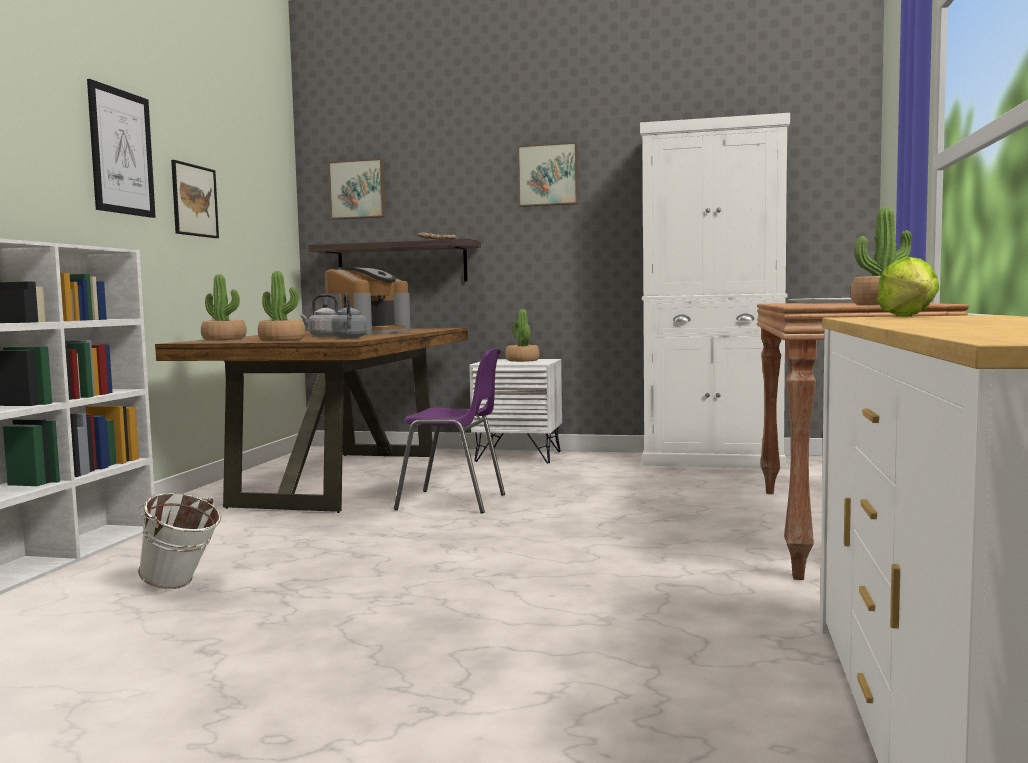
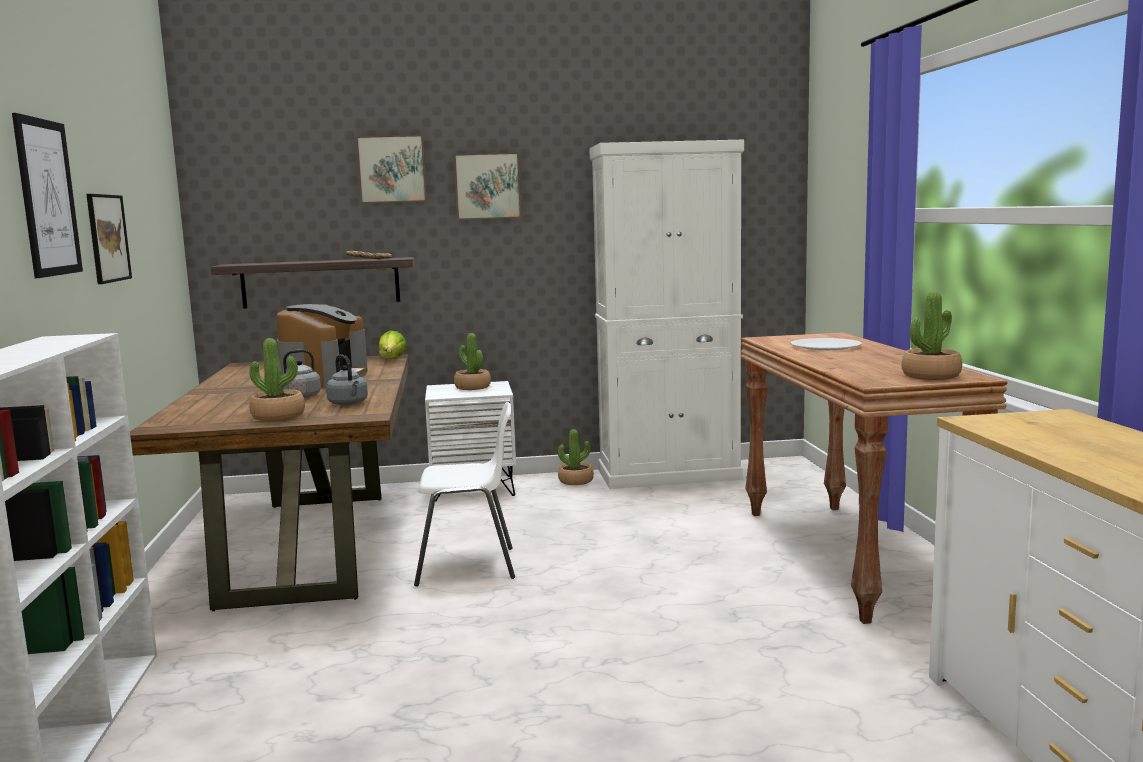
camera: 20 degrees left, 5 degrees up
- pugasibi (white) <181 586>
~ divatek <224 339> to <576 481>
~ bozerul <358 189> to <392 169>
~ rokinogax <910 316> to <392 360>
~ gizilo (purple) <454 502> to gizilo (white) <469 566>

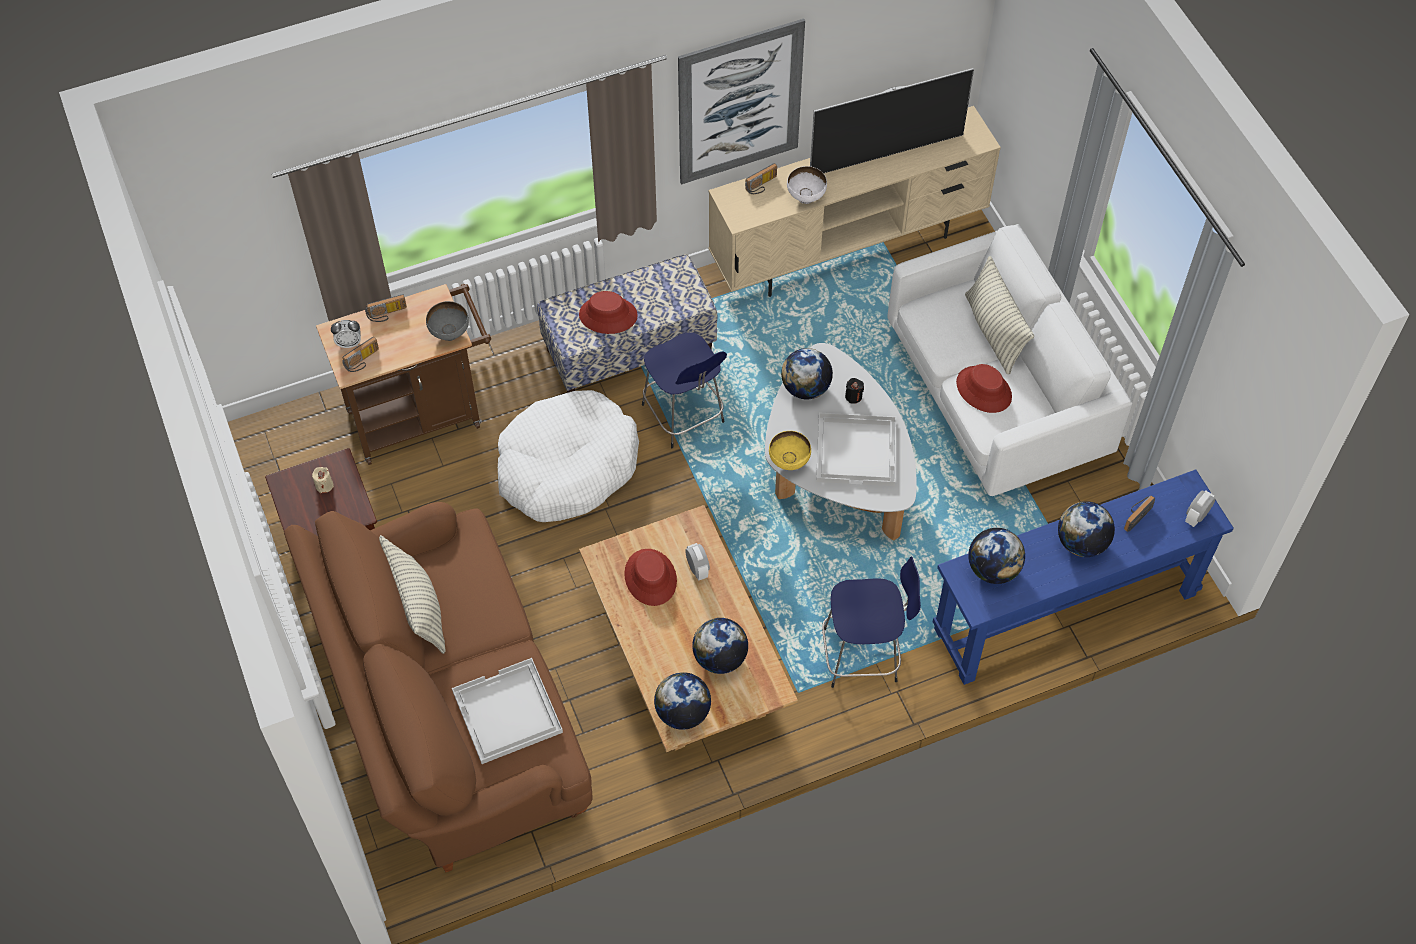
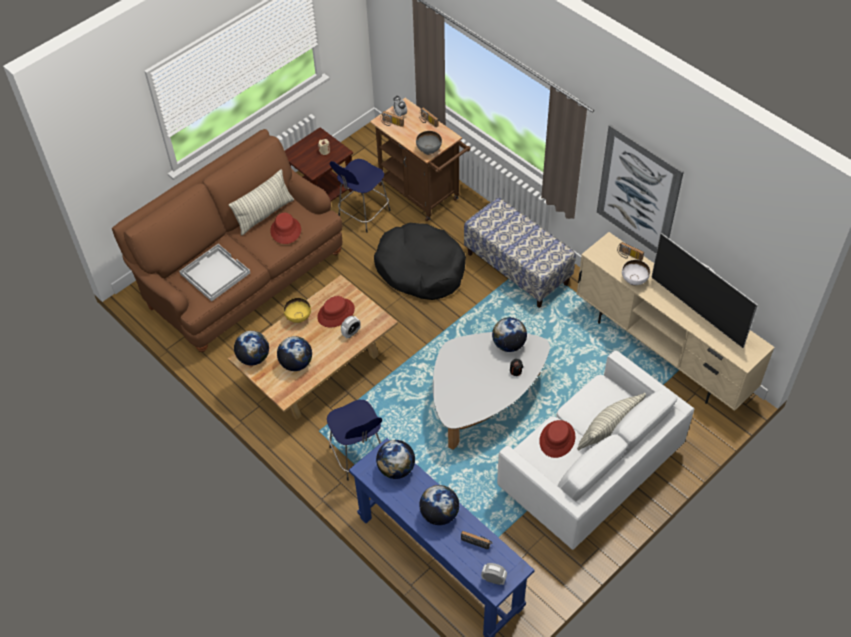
camera: 70 degrees right, 5 degrees down
- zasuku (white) <857 450>
~ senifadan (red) <608 315> to <285 230>
~ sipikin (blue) <684 416> to <363 214>
~ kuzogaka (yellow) <788 461> to <298 318>
~ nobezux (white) <567 467> to nobezux (black) <420 269>

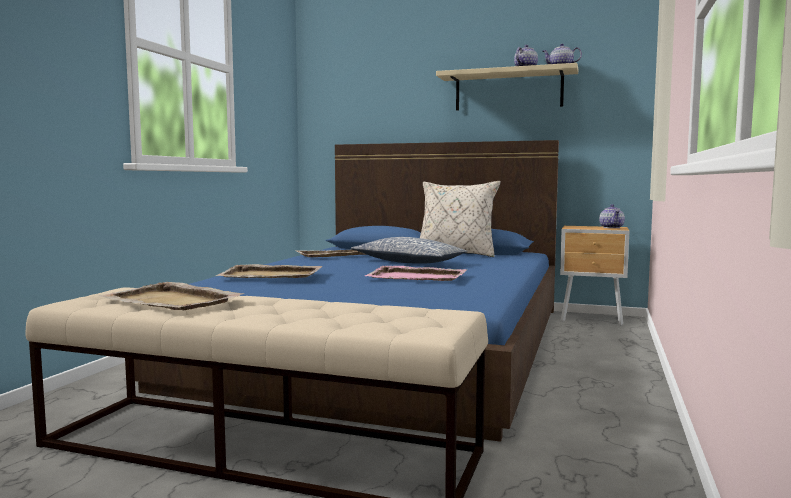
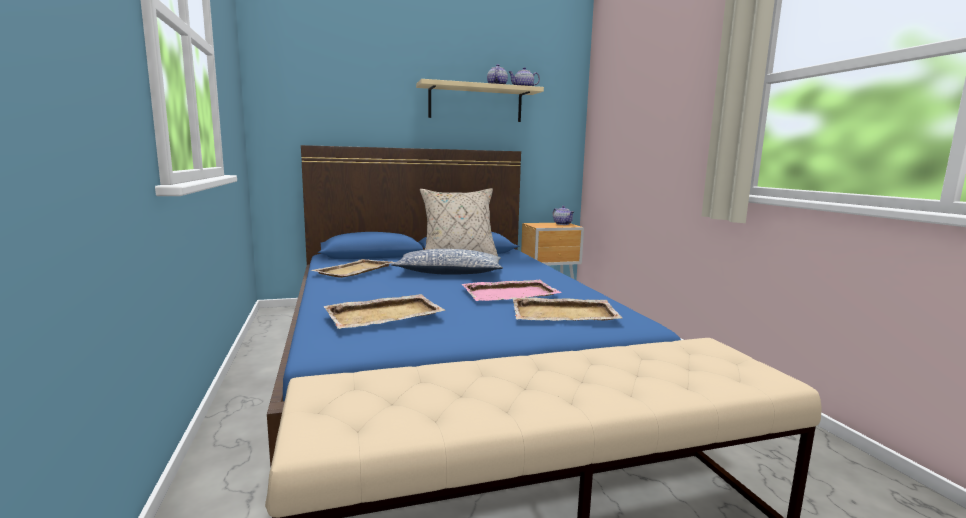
camera: 35 degrees left, 5 degrees up
~ zasuku (beige) <172 301> to <565 313>

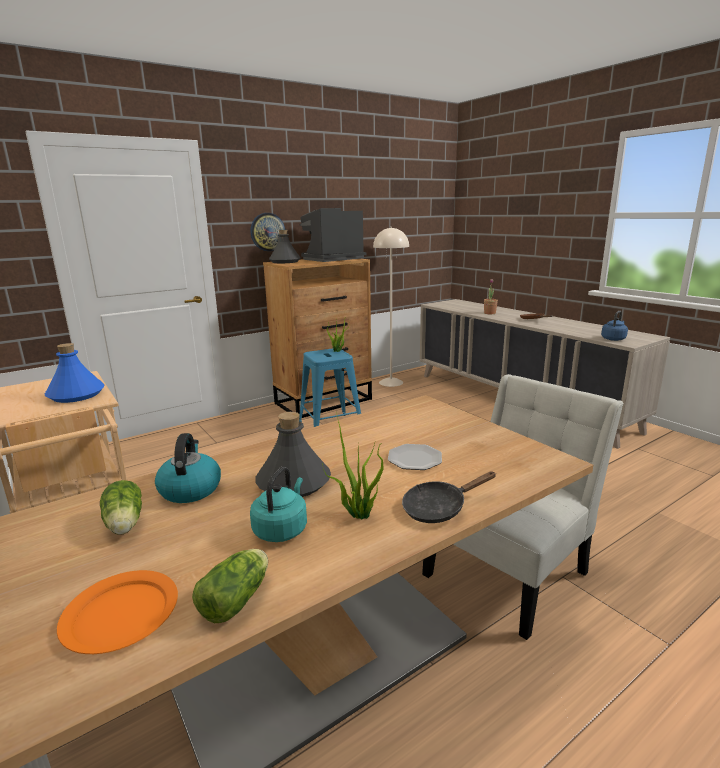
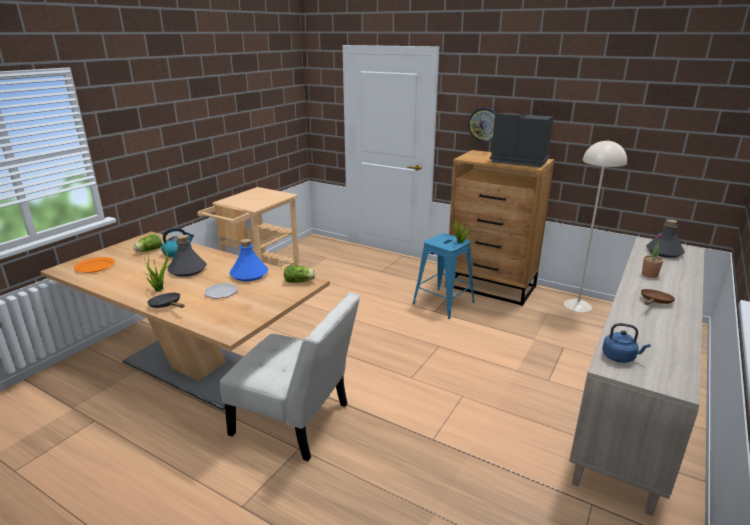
camera: 65 degrees right, 5 degrees up
- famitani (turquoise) <282 529>
~ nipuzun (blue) <76 395> to <249 275>
~ rokinogax <238 598> to <300 281>
~ nipuzun (grey) <285 262> to <664 252>

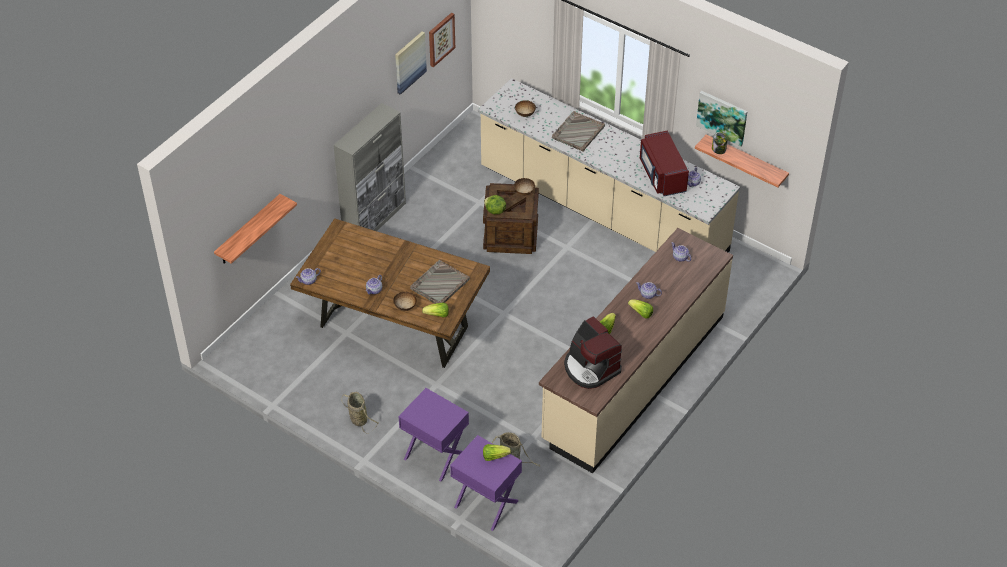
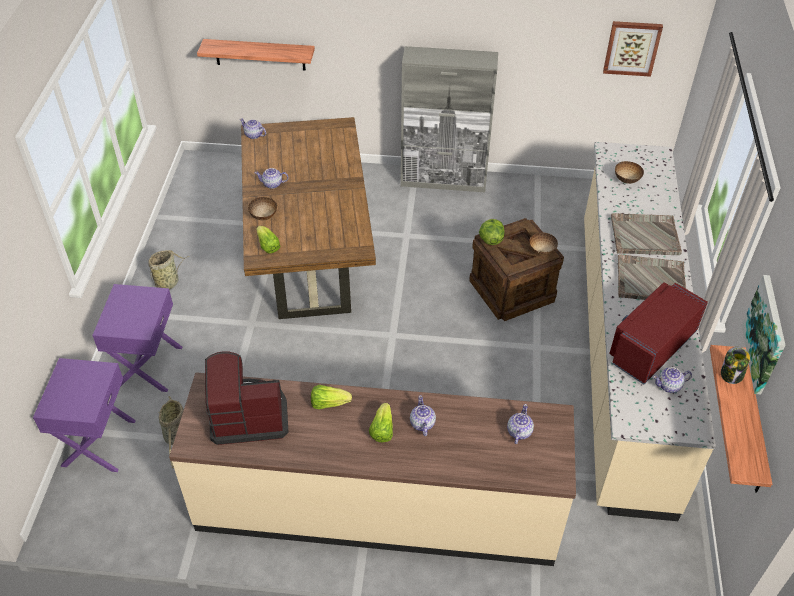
camera: 60 degrees right, 0 degrees up
- bozerul <409 62>
- rokinogax <494 456>
~ zasuku (grey) <439 284> to <650 280>
~ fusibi <590 368> = <248 415> 60 degrees clockwise

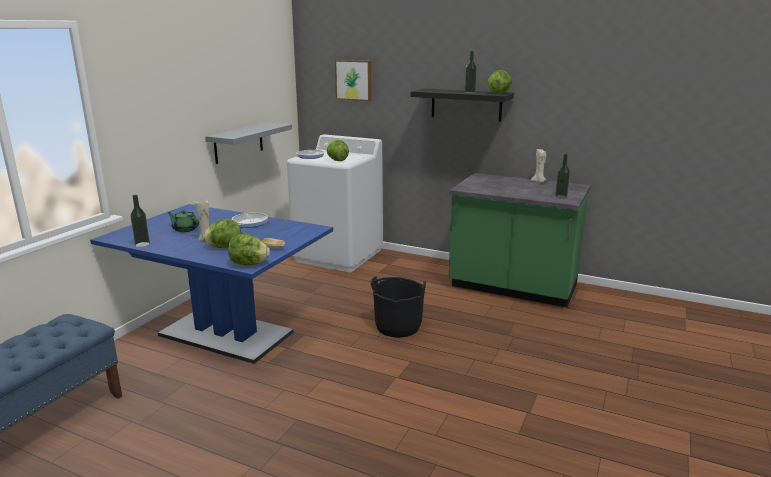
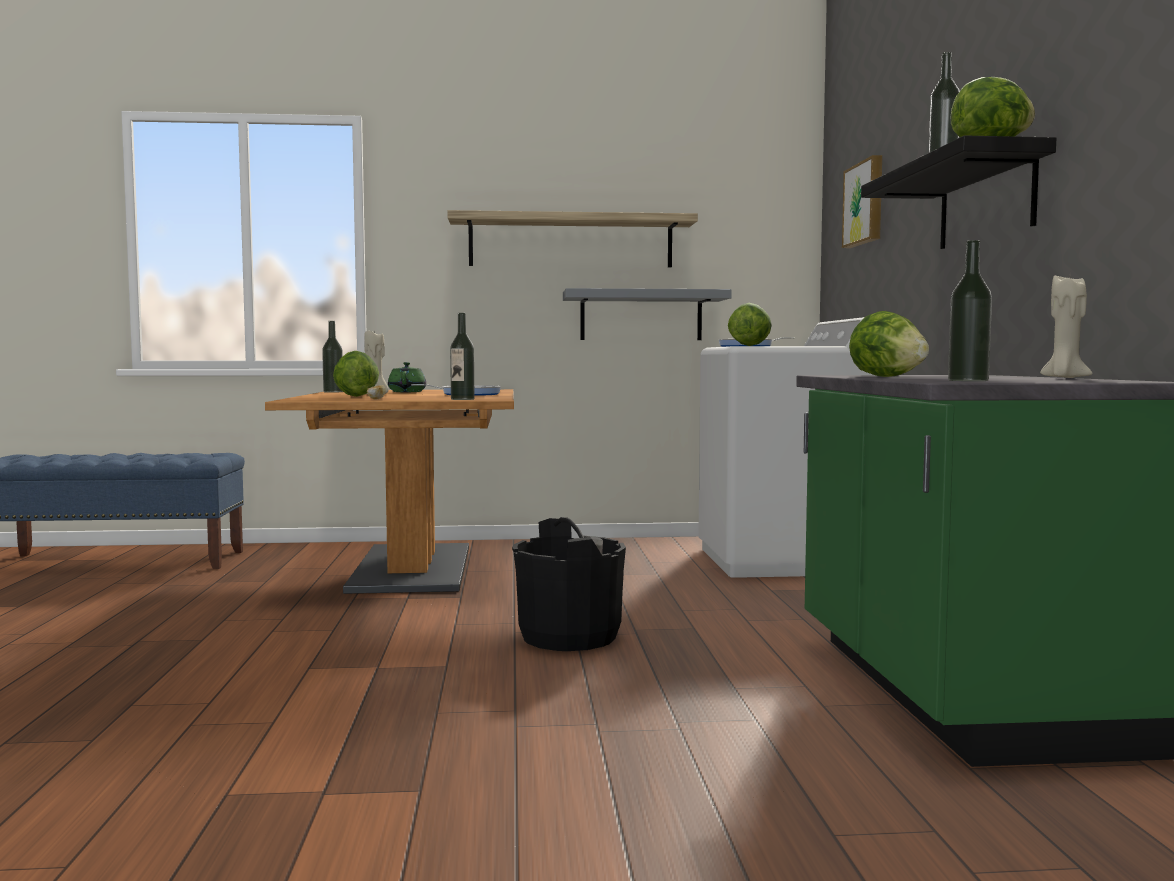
camera: 60 degrees right, 15 degrees down
+ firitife <571 242>
+ nipuzun <462 399>
~ rokinogax <249 264> to <887 376>
~ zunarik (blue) <226 334> to zunarik (brown) <412 569>

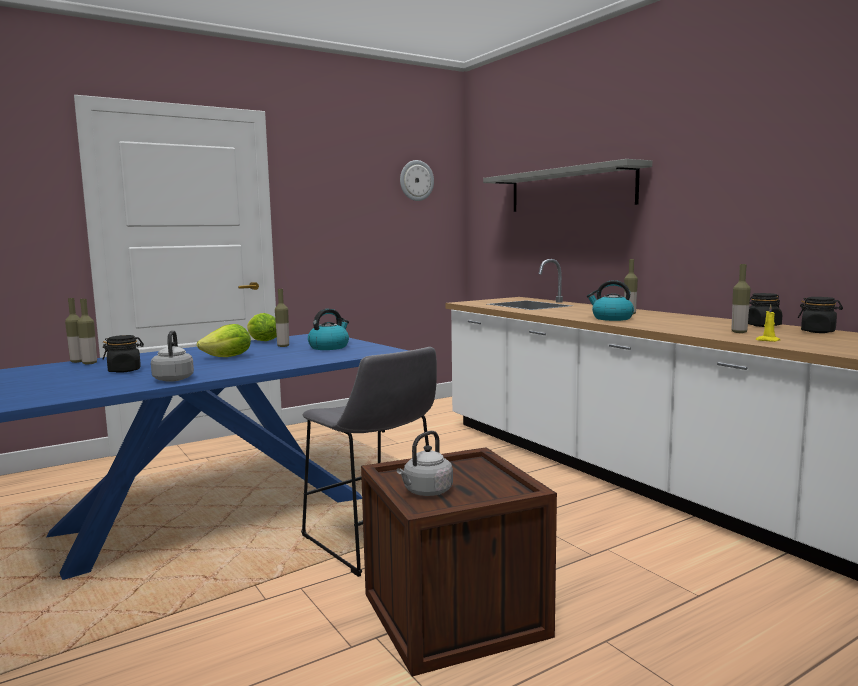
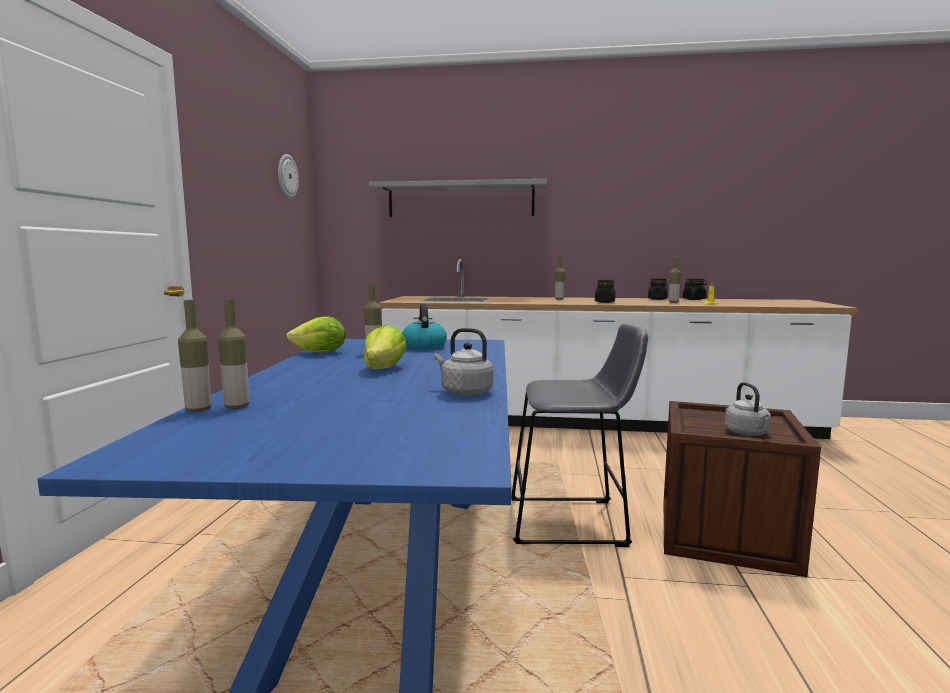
camera: 50 degrees left, 0 degrees up
- famitani <611 318>
~ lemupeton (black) <125 370> to <604 302>

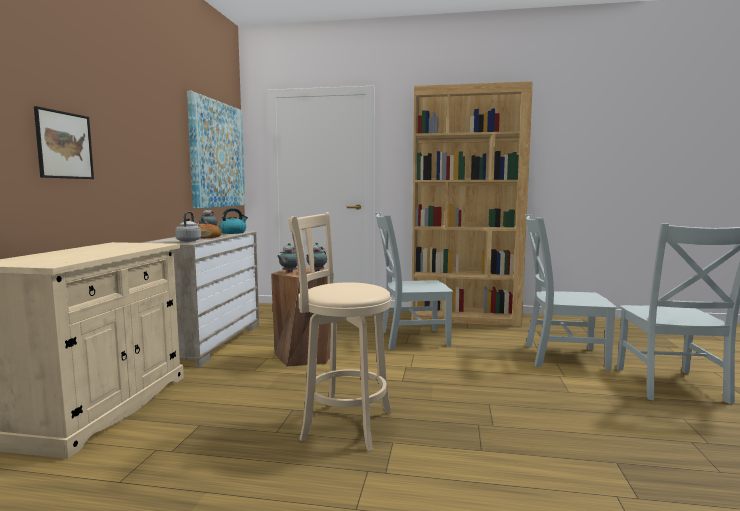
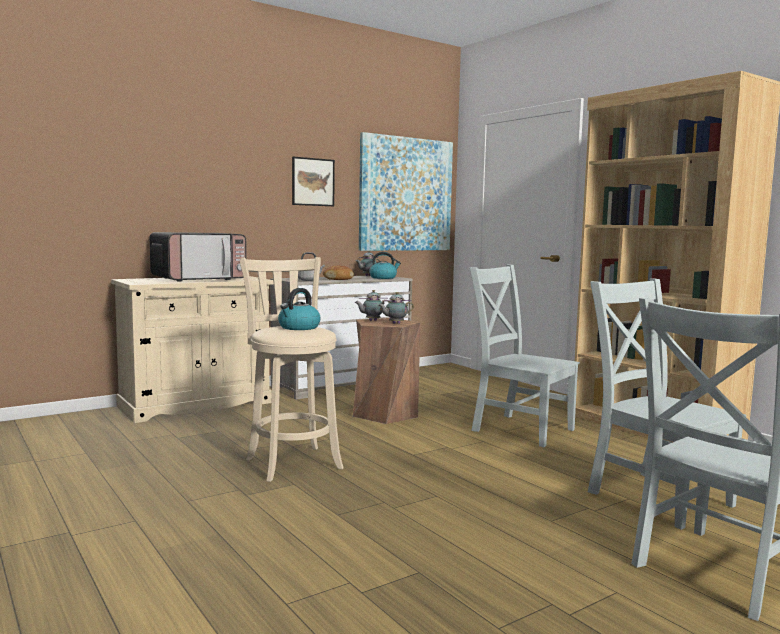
camera: 45 degrees right, 0 degrees up
+ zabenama <199 279>
+ famitani <299 328>
~ bozerul <64 145> to <313 182>

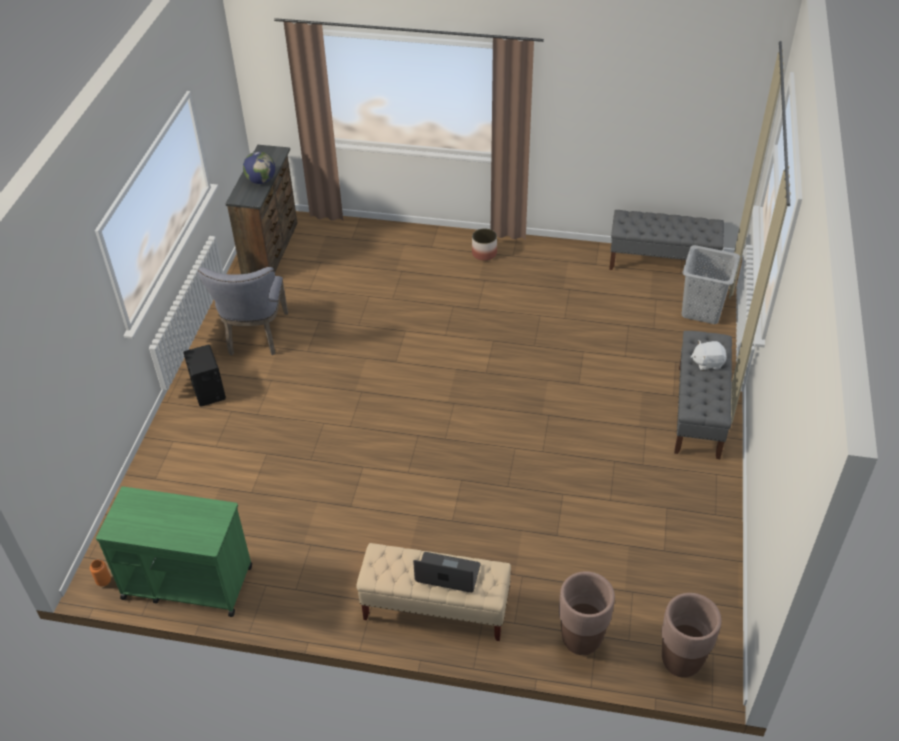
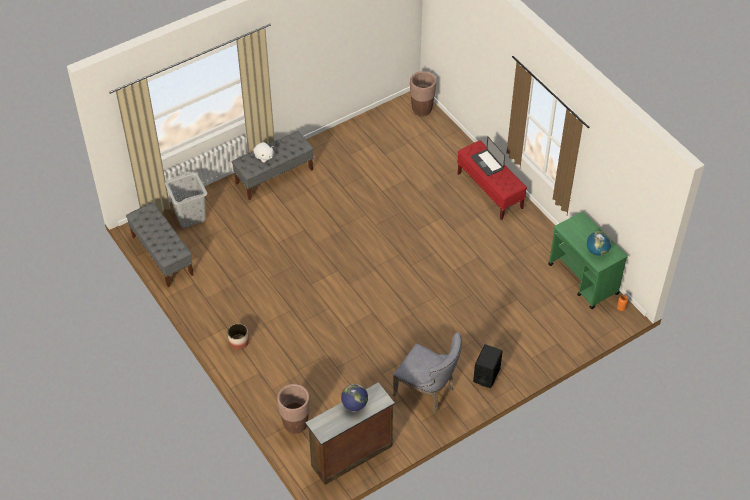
camera: 135 degrees left, 5 degrees up
+ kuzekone <597 251>
~ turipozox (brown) <581 639> to <295 424>
~ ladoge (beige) <435 609> to ladoge (red) <490 191>
~ gizilo (grey) <255 337> = <428 391> 75 degrees clockwise

